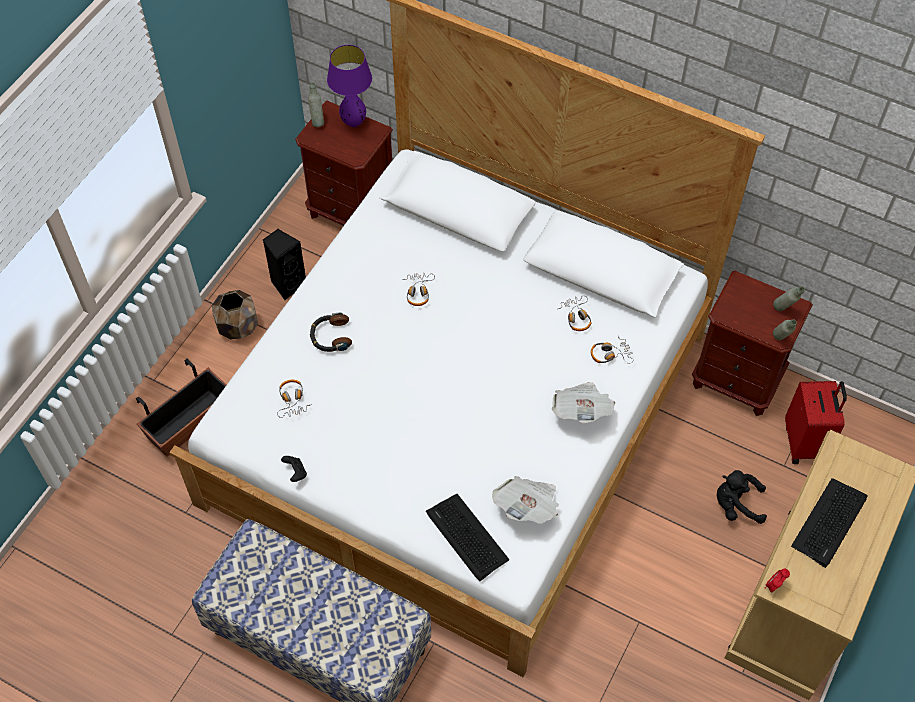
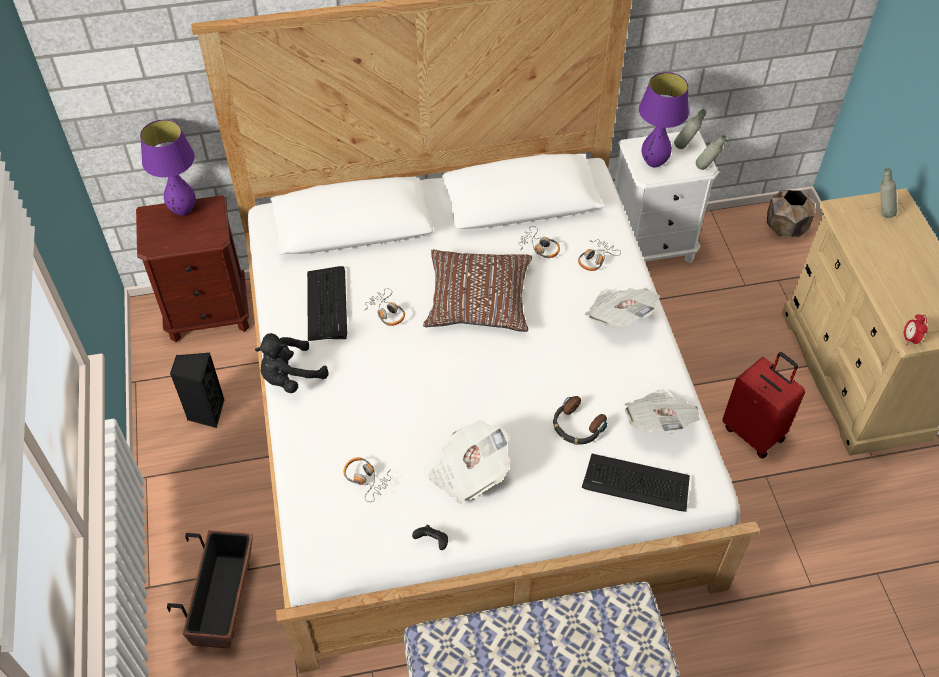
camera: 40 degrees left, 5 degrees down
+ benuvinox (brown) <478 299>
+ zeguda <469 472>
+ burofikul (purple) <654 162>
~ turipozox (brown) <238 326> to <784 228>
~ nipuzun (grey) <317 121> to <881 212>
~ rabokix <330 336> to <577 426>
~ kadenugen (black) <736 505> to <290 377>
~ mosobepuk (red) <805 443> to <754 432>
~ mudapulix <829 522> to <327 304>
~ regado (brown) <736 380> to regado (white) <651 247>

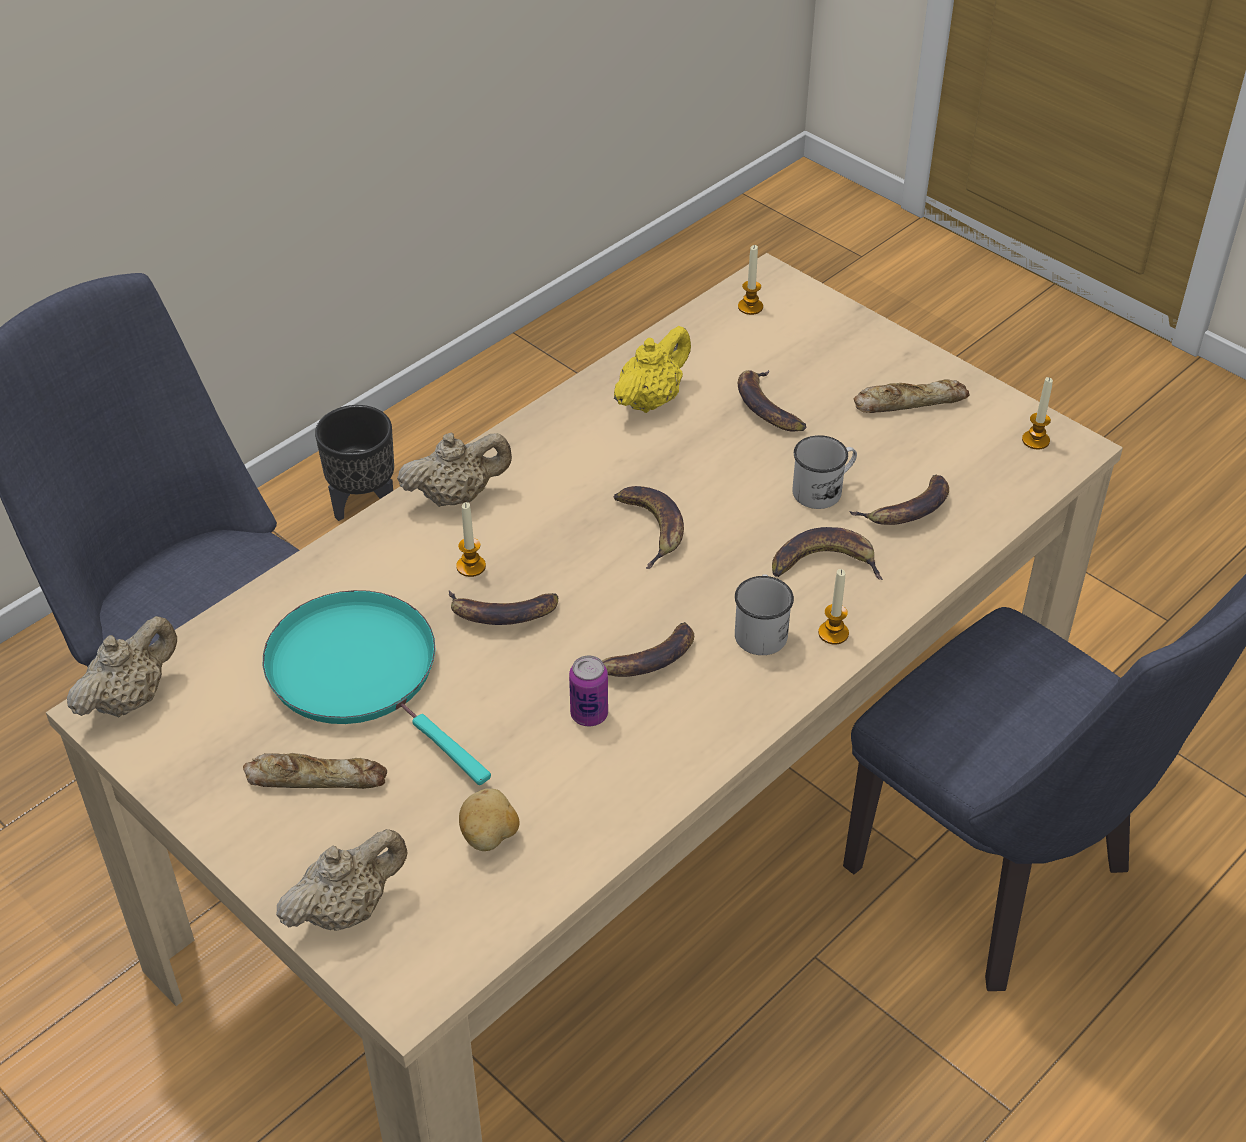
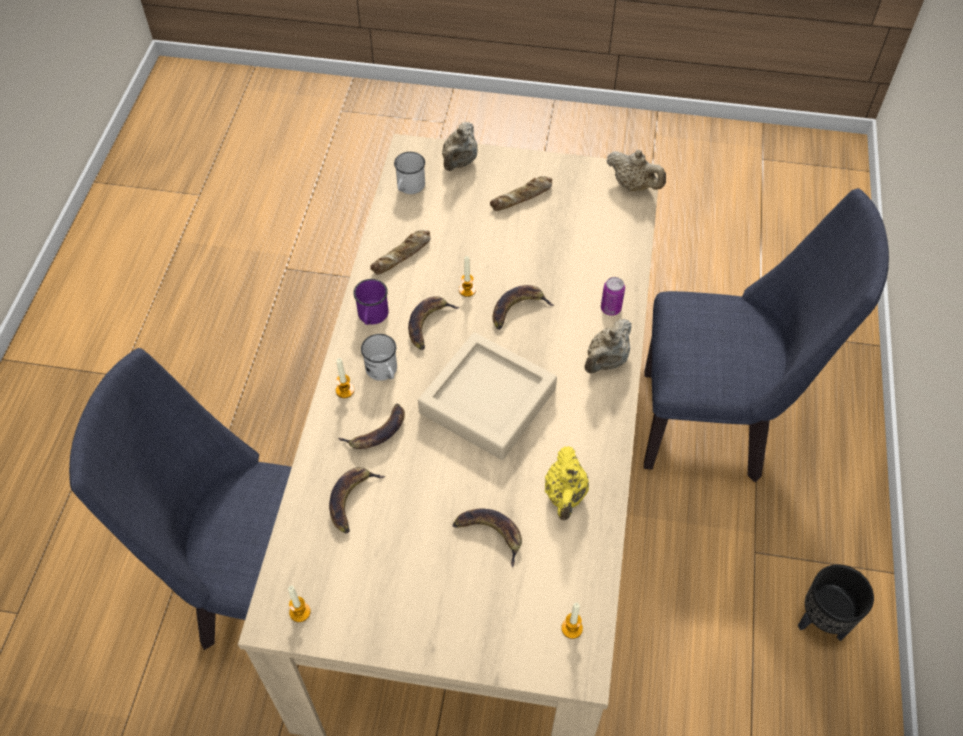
camera: 145 degrees right, 10 degrees up
- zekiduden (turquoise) <361 673>
- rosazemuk <490 837>
+ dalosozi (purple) <372 317>
~ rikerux <471 566> to <467 290>
~ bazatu <589 714> to <610 308>
~ dalosozi (white) <824 490> to <409 187>
~ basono <909 402> to <402 255>
~ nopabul <651 528> to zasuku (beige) <487 401>
~ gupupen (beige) <130 698> = <633 186> 60 degrees counterclockwise

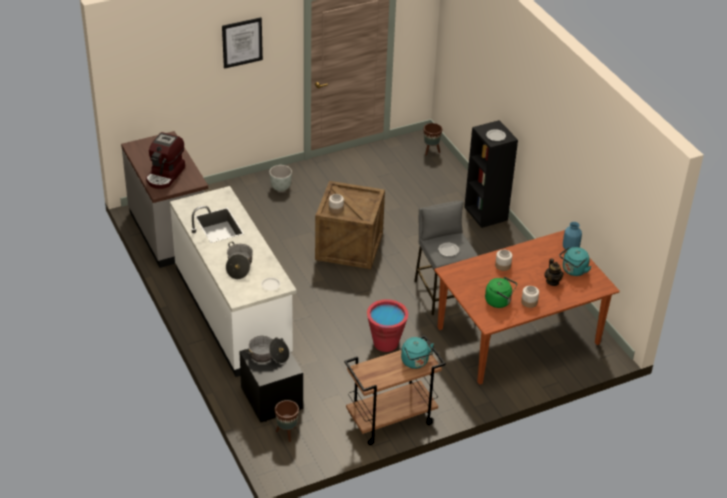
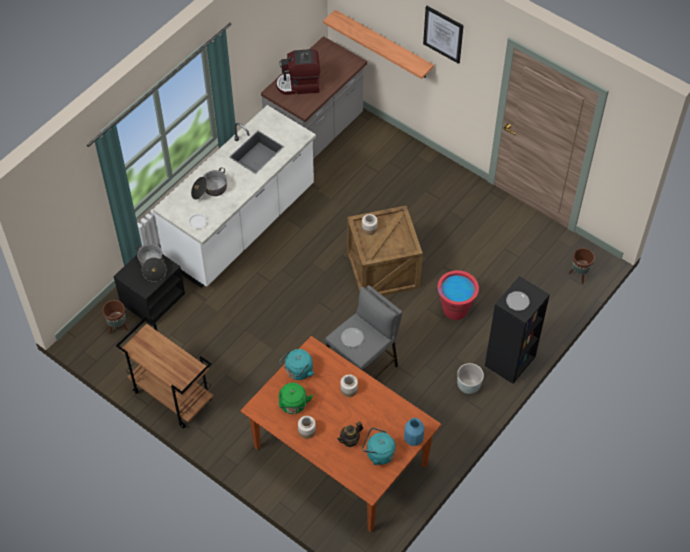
camera: 65 degrees right, 15 degrees up
+ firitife <383 45>
~ turipozox (grey) <280 187> to <468 386>
~ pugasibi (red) <386 343> to <455 310>
~ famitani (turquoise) <415 362> to <298 372>

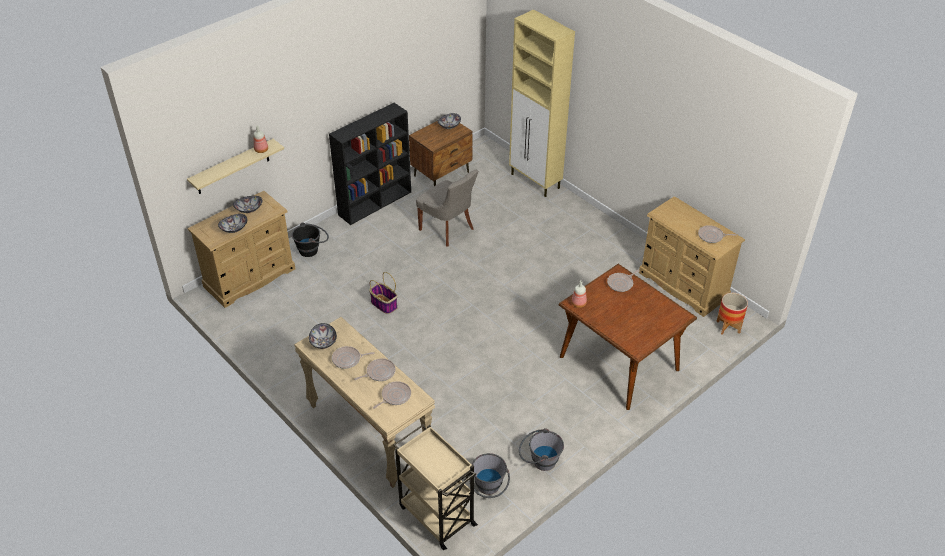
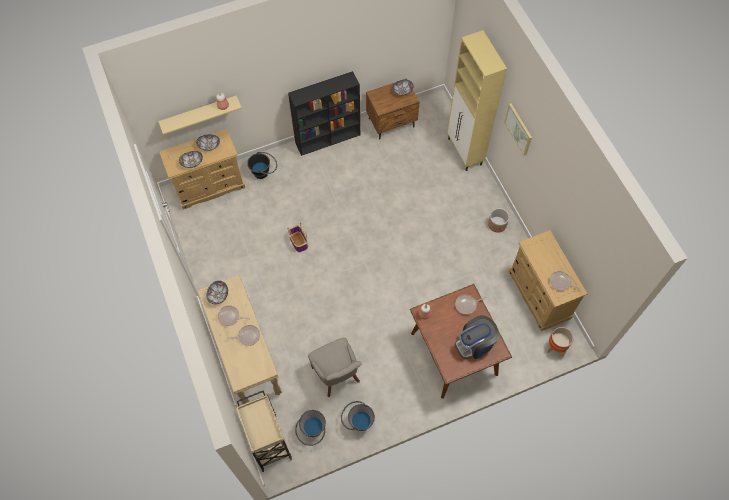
camera: 20 degrees right, 20 degrees up
- zekiduden <394 396>
+ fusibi <475 343>
+ turipozox <497 224>
+ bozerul <518 129>
~ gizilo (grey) <448 229> to <337 375>

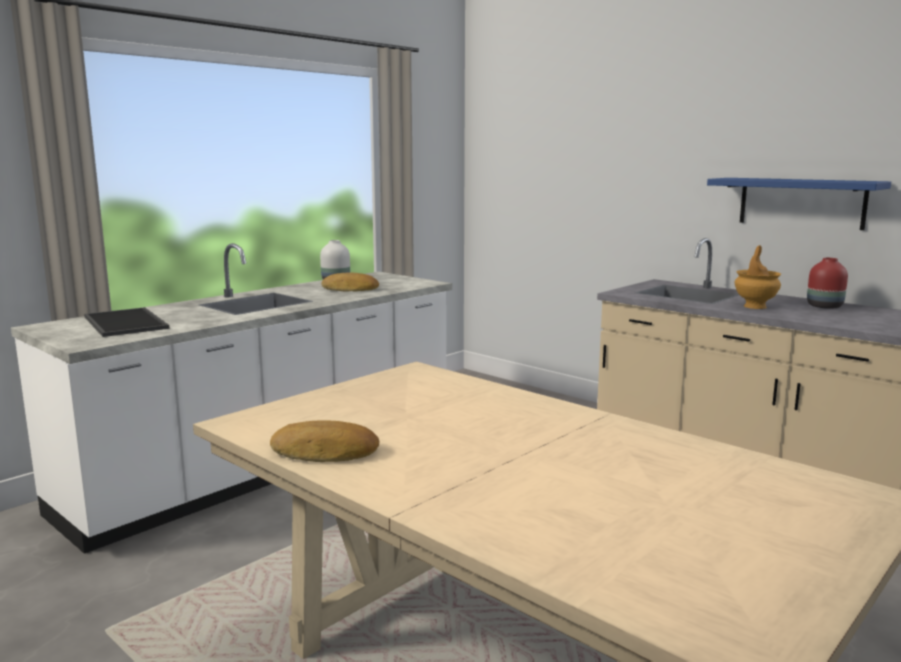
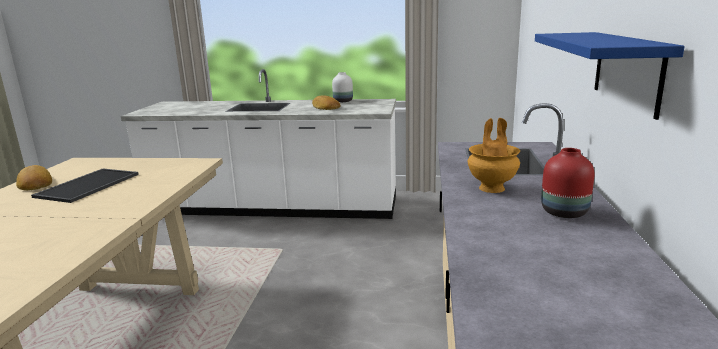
camera: 55 degrees right, 5 degrees up
~ zasuku <123 322> to <88 185>

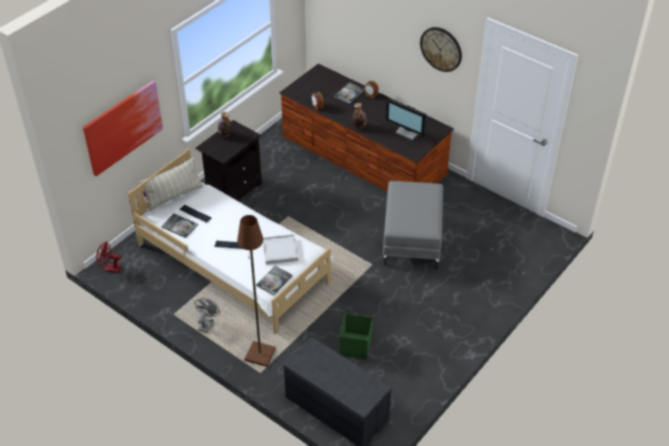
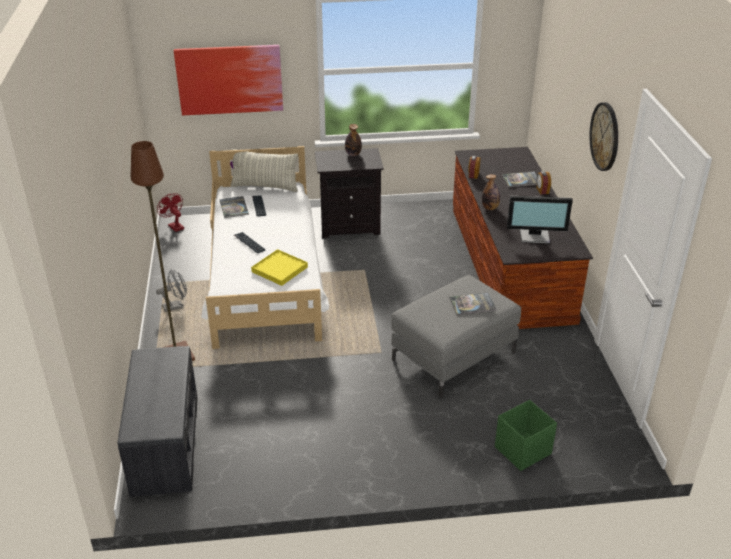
camera: 45 degrees right, 10 degrees down
~ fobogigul <274 281> to <472 304>
~ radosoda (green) <355 346> to <522 450>
~ zasuku (white) <280 251> to zasuku (yellow) <279 269>
~ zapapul <408 132> = <535 236> 75 degrees counterclockwise

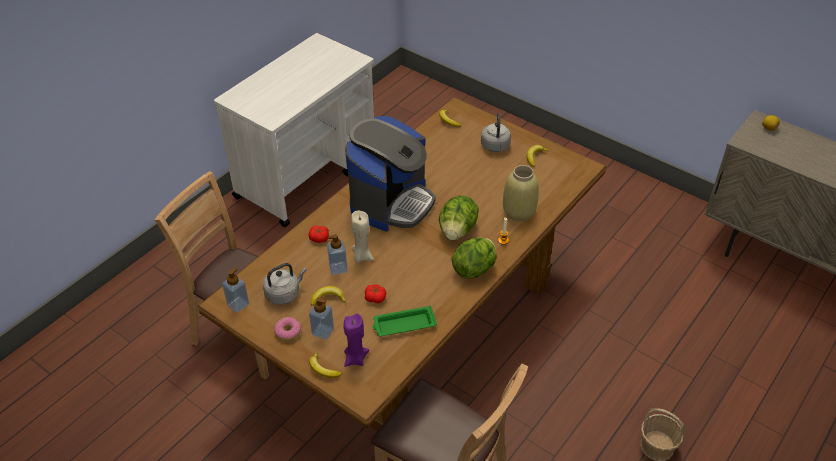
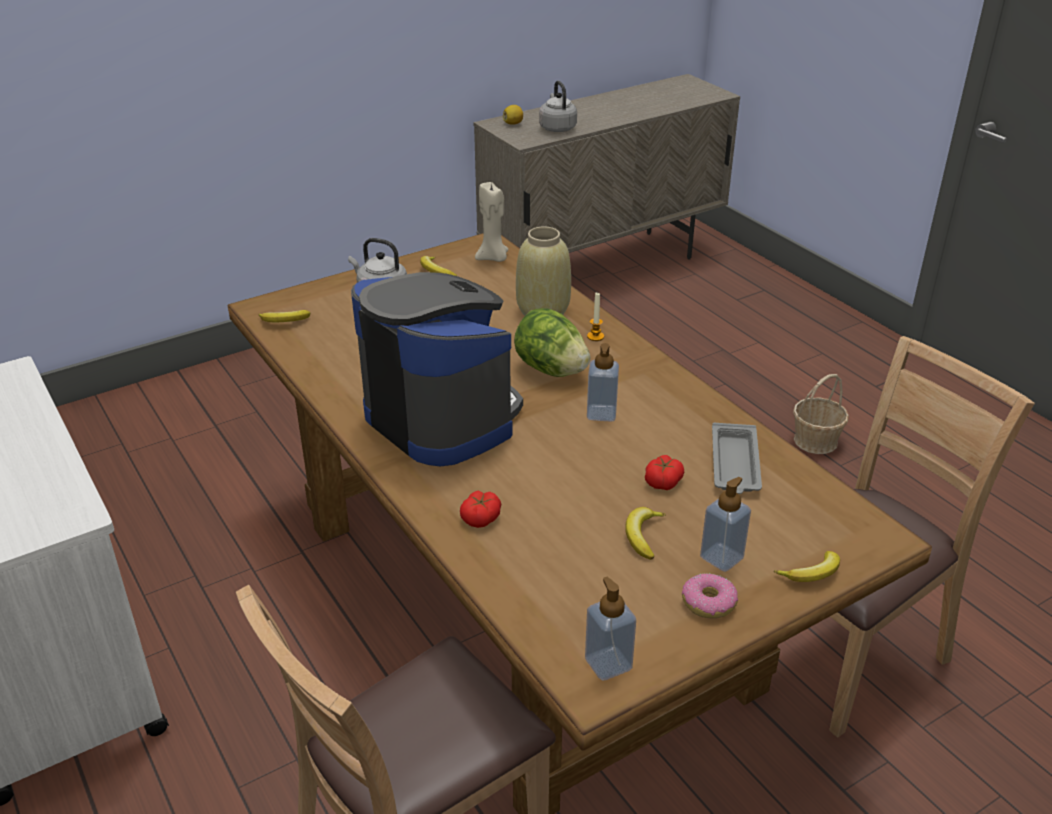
camera: 70 degrees left, 10 degrees down
- rikerux (purple) <355 358>
- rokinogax <475 269>
~ famitani (grey) <284 293> to <557 127>
~ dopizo <338 268> to <601 413>
~ rikerux (beige) <361 256> to <493 258>
~ zasuku (green) <403 324> to zasuku (grey) <735 464>

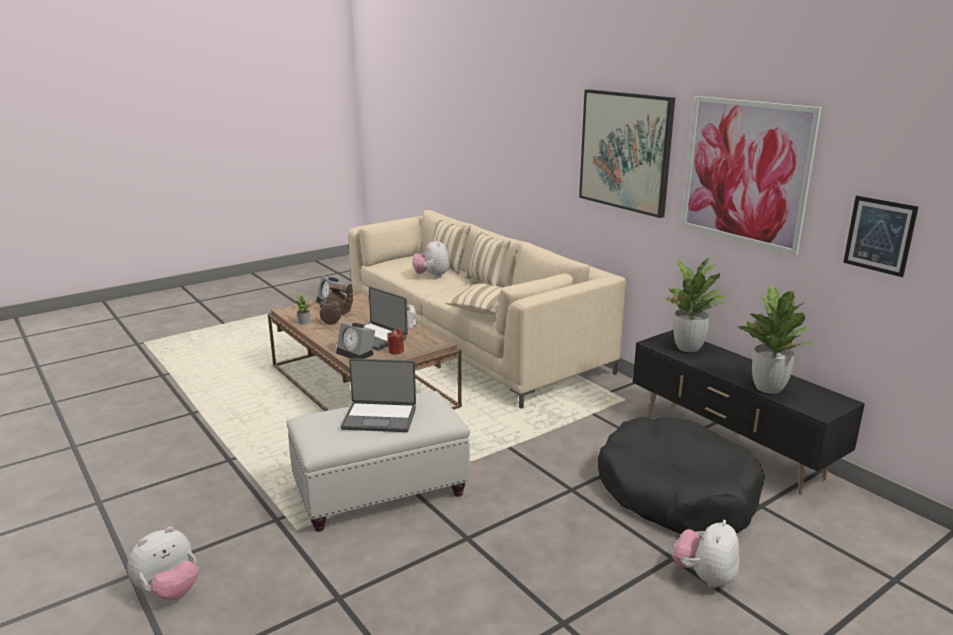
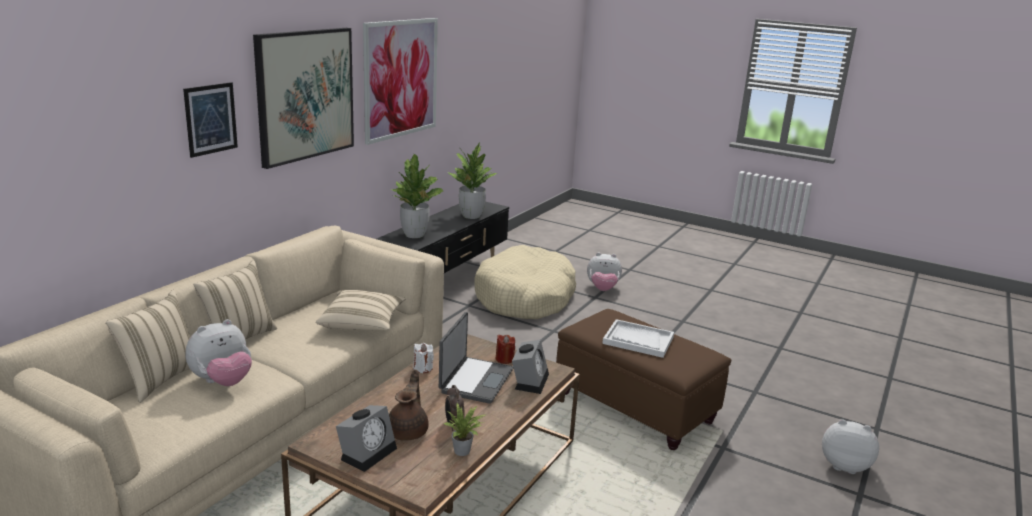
camera: 115 degrees left, 0 degrees up
~ bozerul <879 235> to <211 119>
~ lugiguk <380 417> to zasuku (white) <638 340>
~ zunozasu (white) <379 491> to zunozasu (brown) <635 408>
~ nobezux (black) <676 493> to nobezux (beige) <524 298>

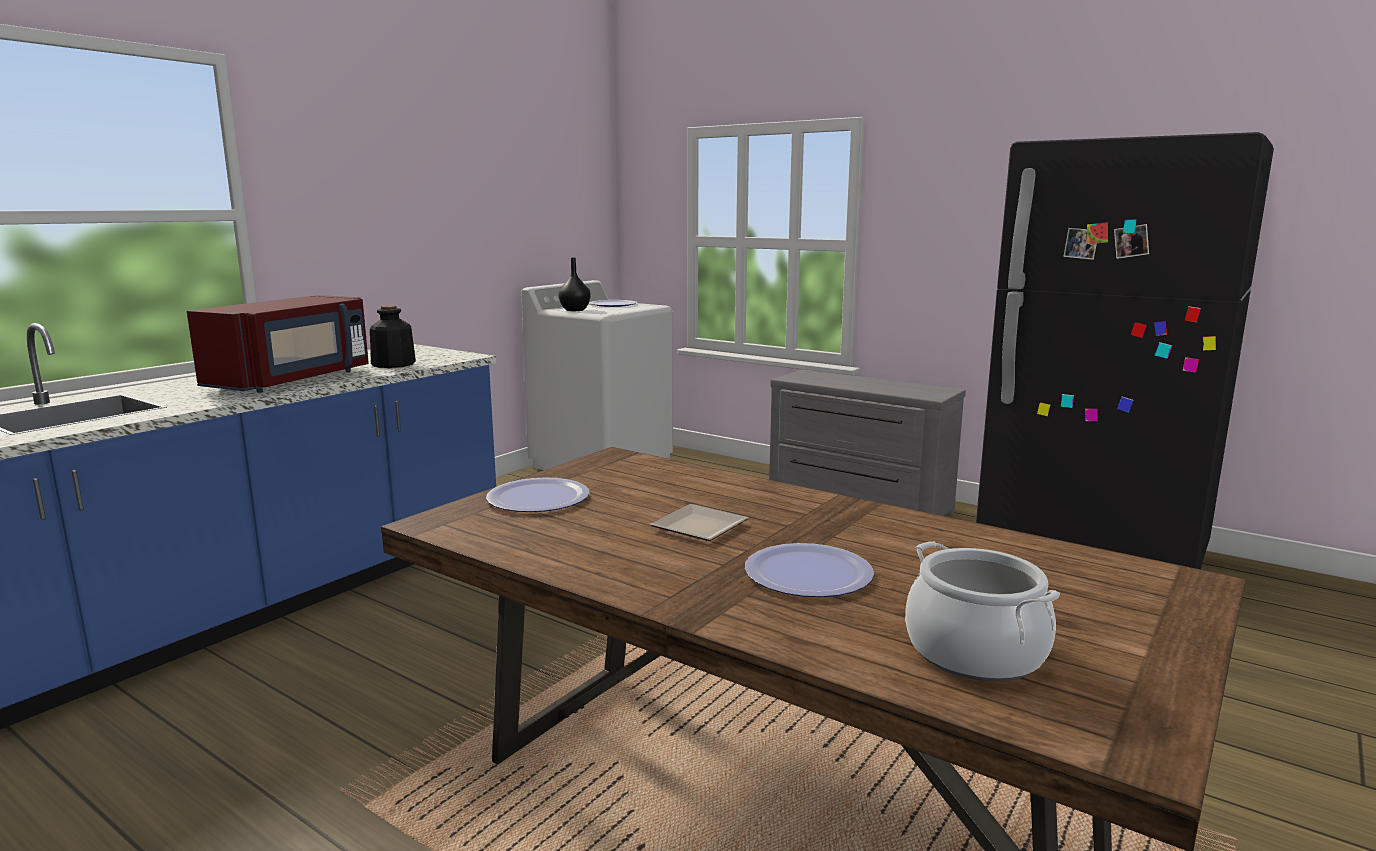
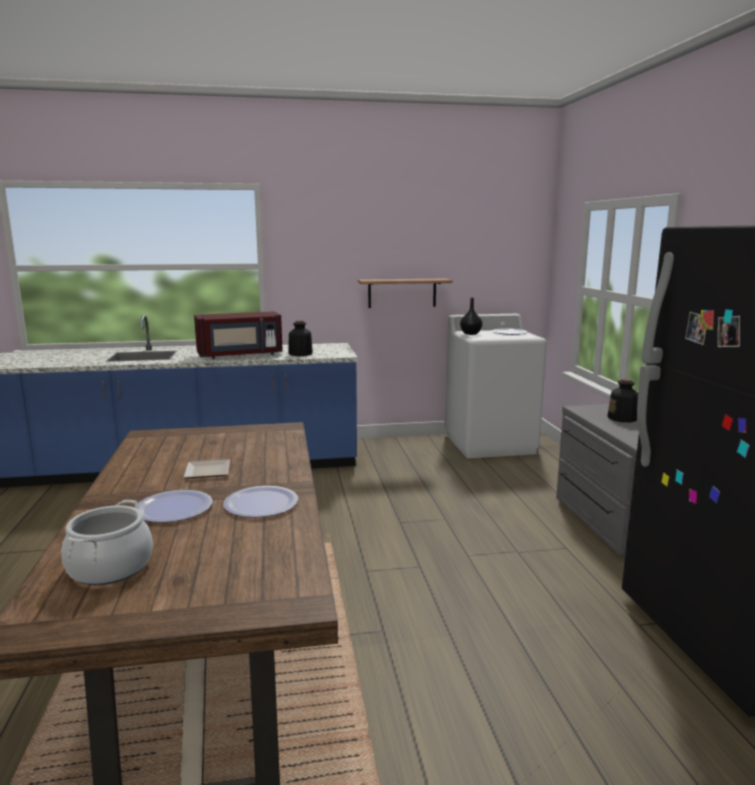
camera: 45 degrees right, 0 degrees up
+ firitife <402 293>
+ nipuzun <622 418>
~ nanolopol <538 498> to <261 503>

